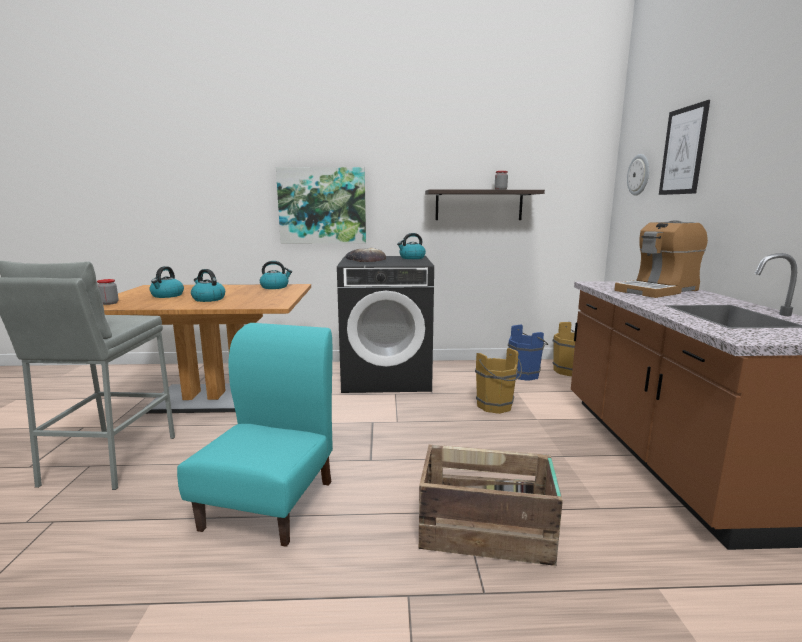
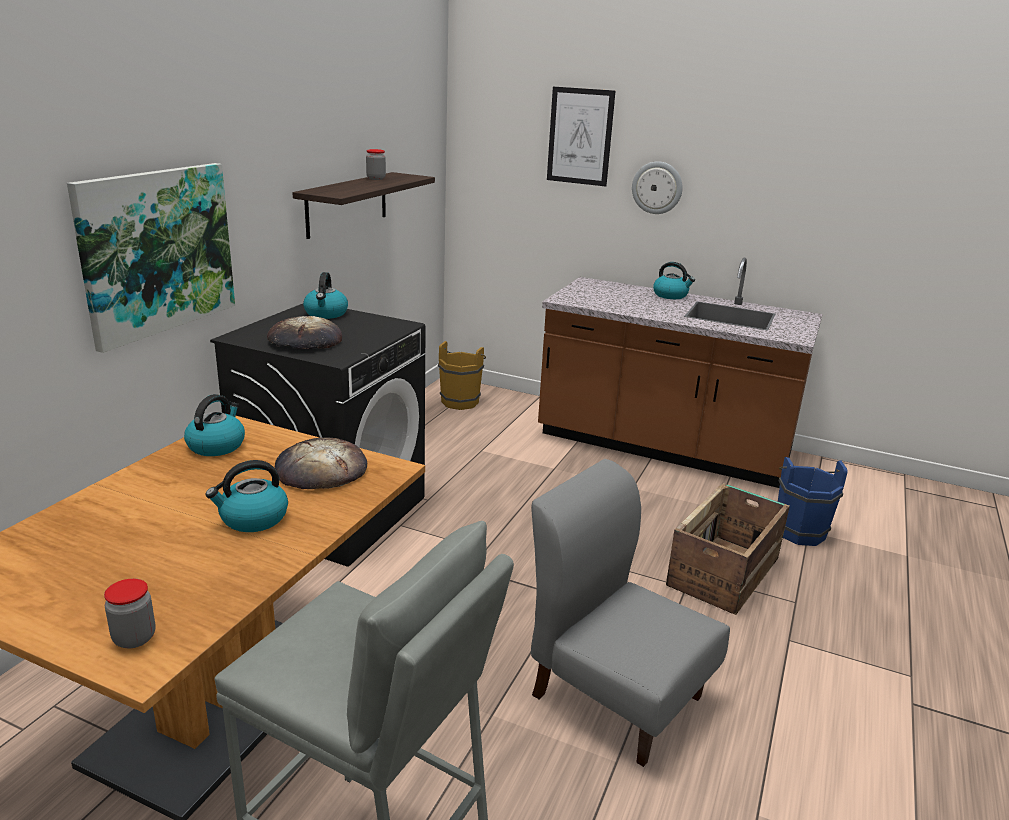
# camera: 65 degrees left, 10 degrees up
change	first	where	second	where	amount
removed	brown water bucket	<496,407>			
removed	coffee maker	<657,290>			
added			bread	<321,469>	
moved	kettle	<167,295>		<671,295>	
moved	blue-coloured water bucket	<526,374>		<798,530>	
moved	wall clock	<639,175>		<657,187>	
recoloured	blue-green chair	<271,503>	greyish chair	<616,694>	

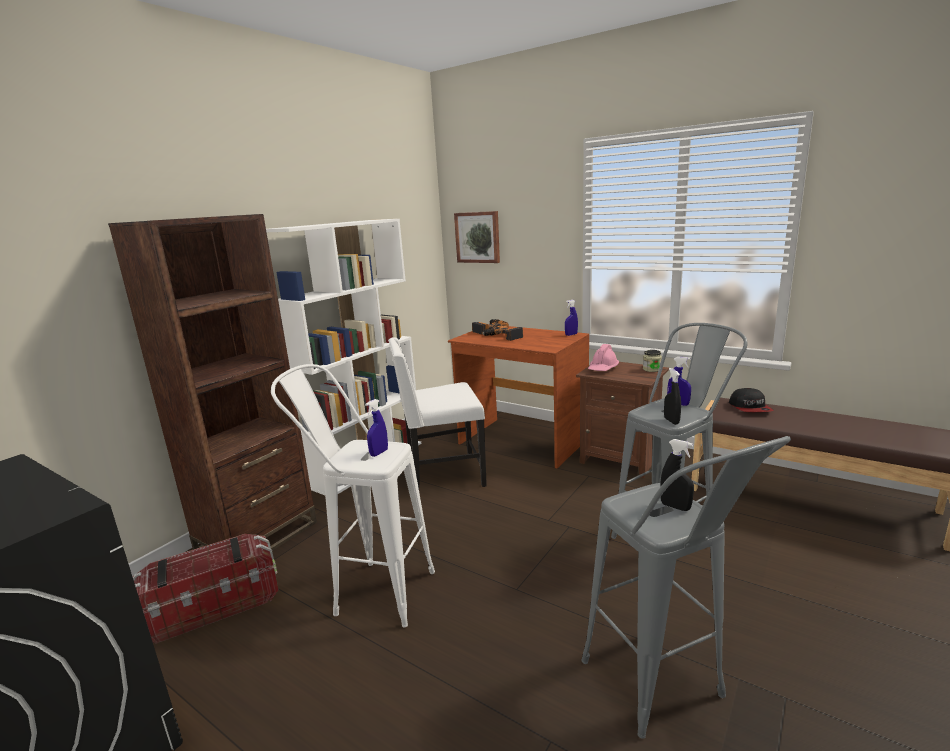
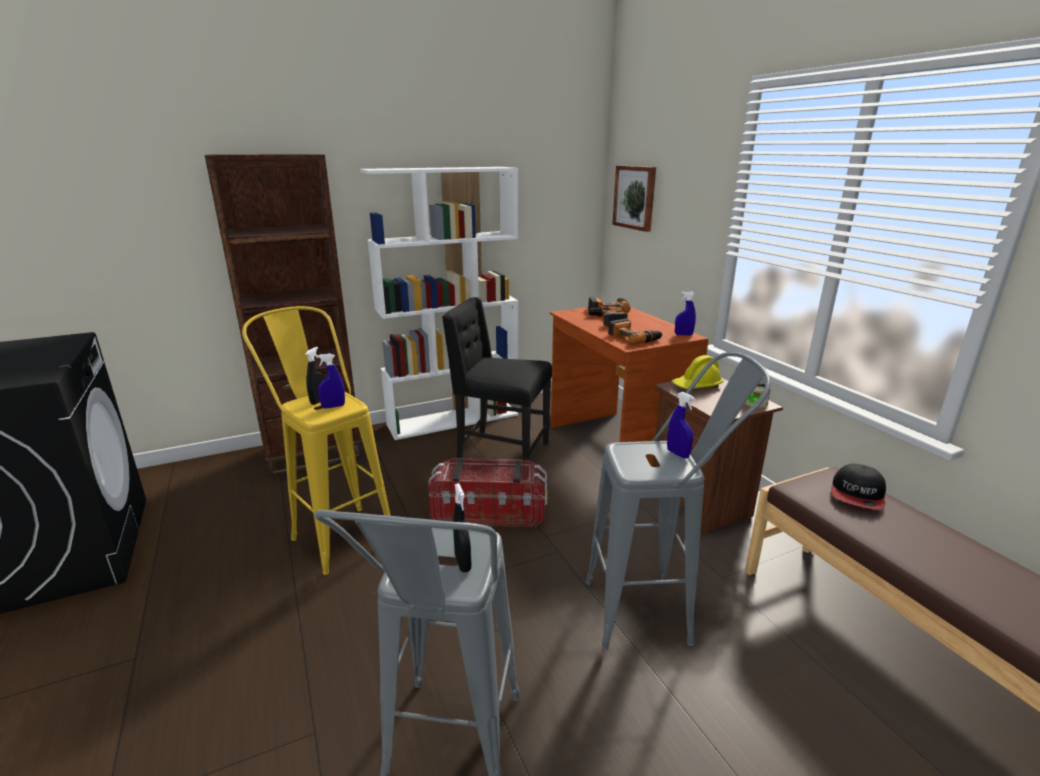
# camera: 30 degrees right, 5 degrees up
change	first	where	second	where	amount
added			electric drill	<634,337>	
moved	storage container	<212,606>		<489,511>	
moved	black-coloured hand sprayer	<671,421>		<319,401>	
recoloured	whitish stool seat	<371,590>	yellow stool seat	<336,532>	
recoloured	whitish chair	<443,476>	black-coloured chair	<500,454>	
recoloured	pinkish safety helmet	<603,369>	yellow safety helmet	<696,386>	

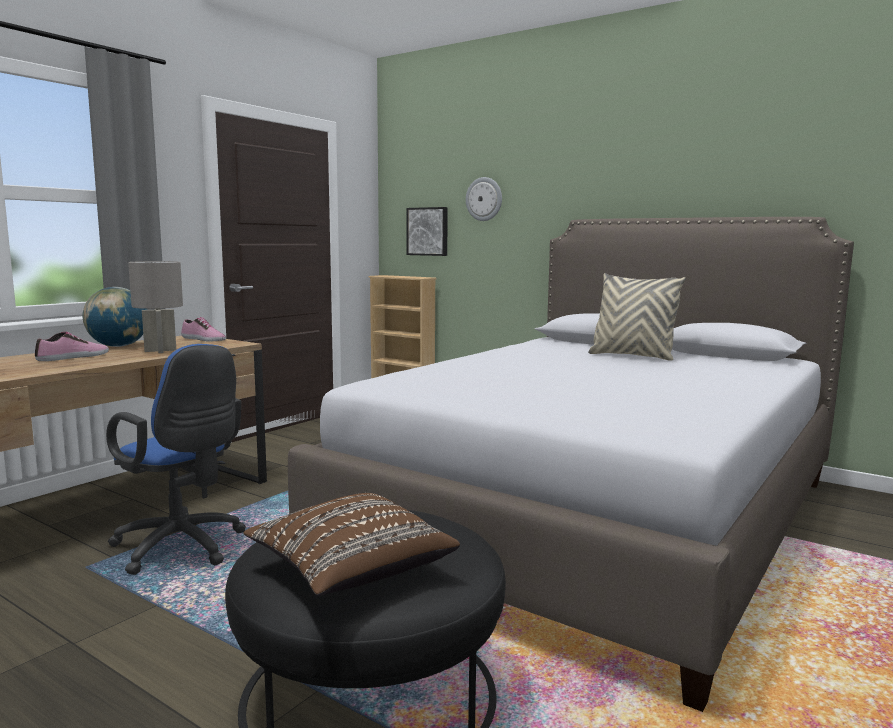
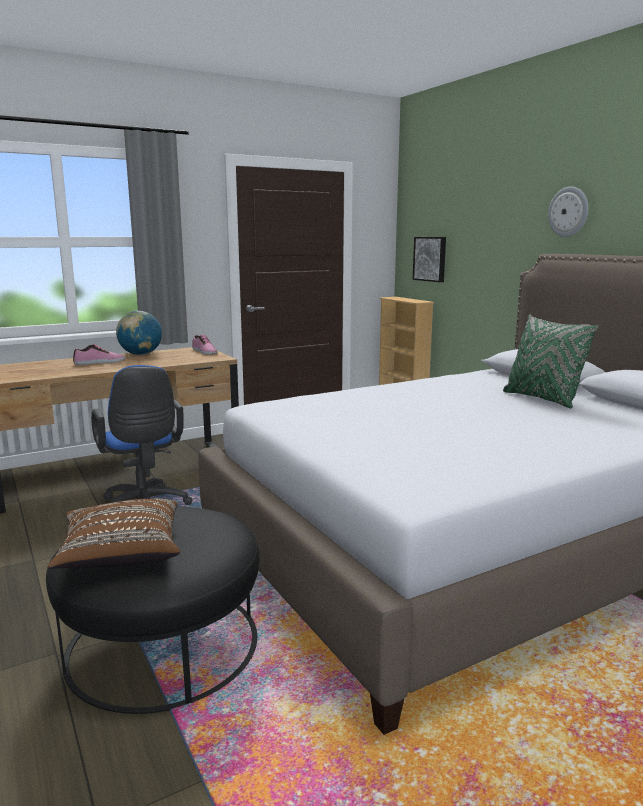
# camera: 25 degrees right, 5 degrees up
change	first	where	second	where	amount
removed	greyish tabletop lamp	<161,350>			
moved	wall clock	<484,199>		<568,212>	
recoloured	beige-coloured pillow	<632,356>	green pillow	<542,399>	

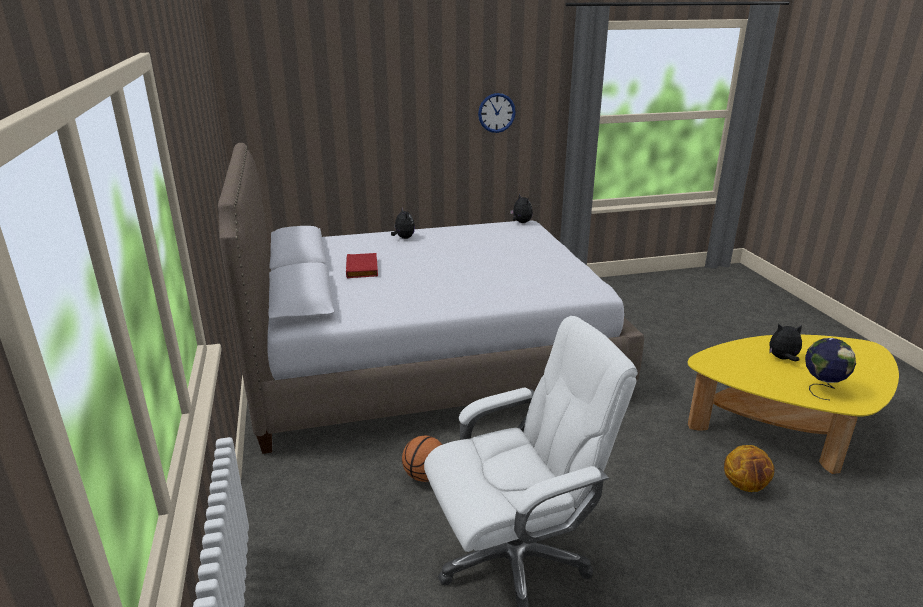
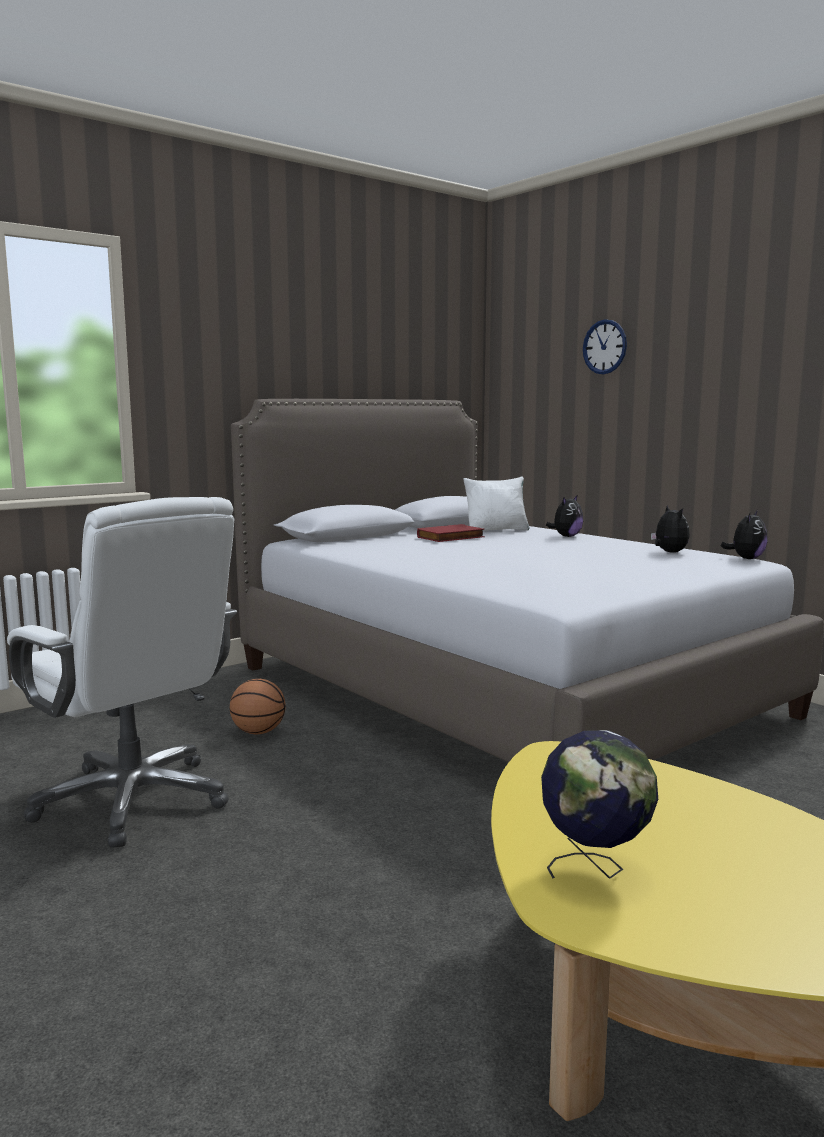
# camera: 65 degrees right, 15 degrees down
change	first	where	second	where	amount
removed	ball for basketball	<745,486>			
added			whitish pillow	<497,530>	
moved	wall clock	<496,113>		<604,347>	
moved	cuddly toy	<782,359>		<669,552>	

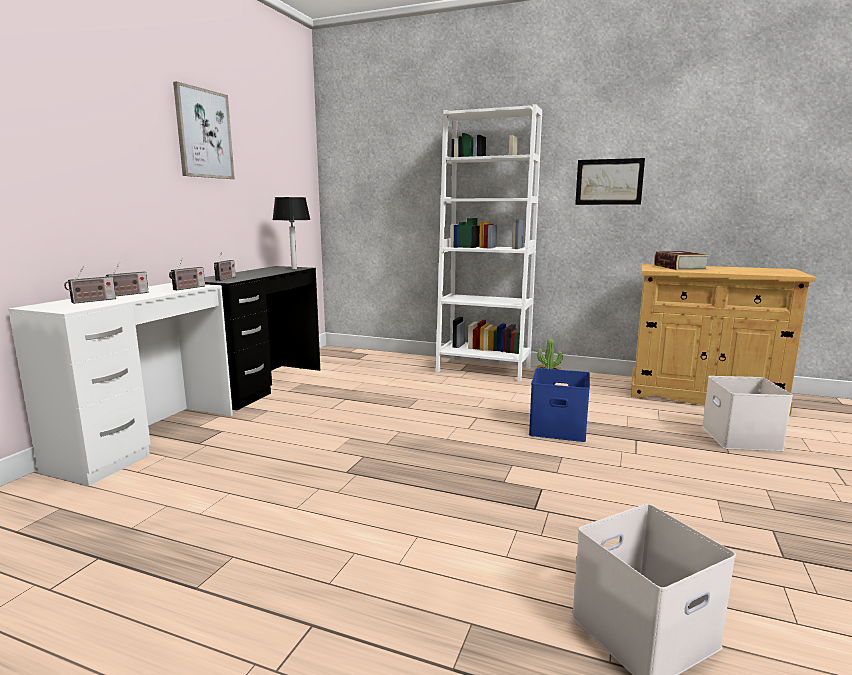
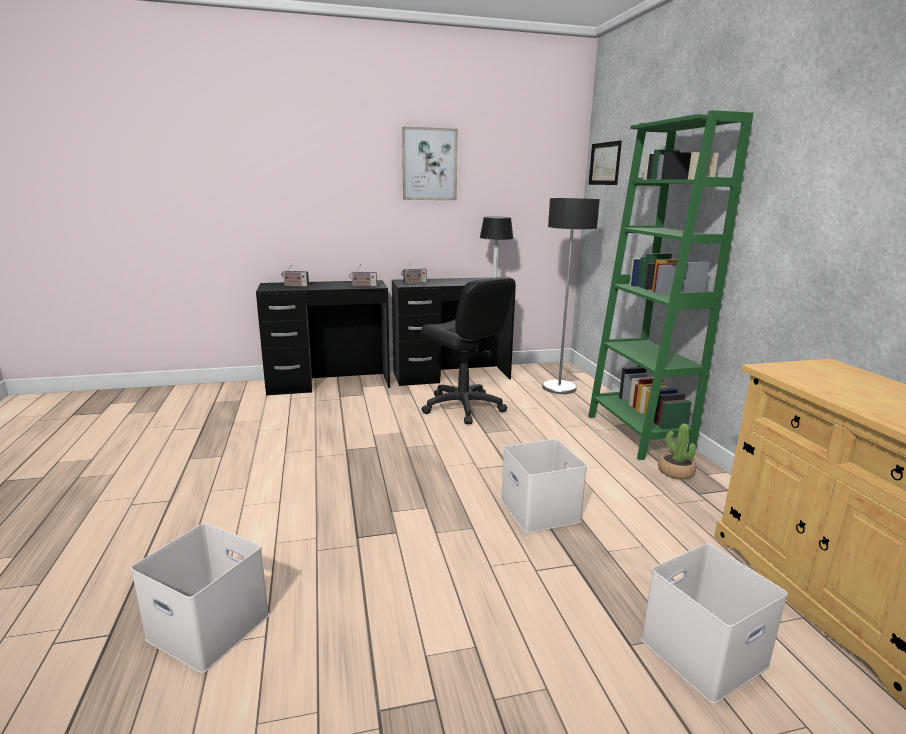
# camera: 55 degrees right, 5 degrees up
change	first	where	second	where	amount
removed	radio set	<127,294>			
removed	volume	<679,267>			
added			black-coloured office chair	<463,407>	
added			standard lamp	<559,388>	
moved	wall picture	<609,182>		<605,163>	
recoloured	whitish desk unit	<147,440>	black-coloured desk unit	<329,384>	
recoloured	whitish bookshelf	<483,369>	green bookshelf	<638,434>	
recoloured	blue-coloured storage container	<559,428>	whitish storage container	<541,511>	

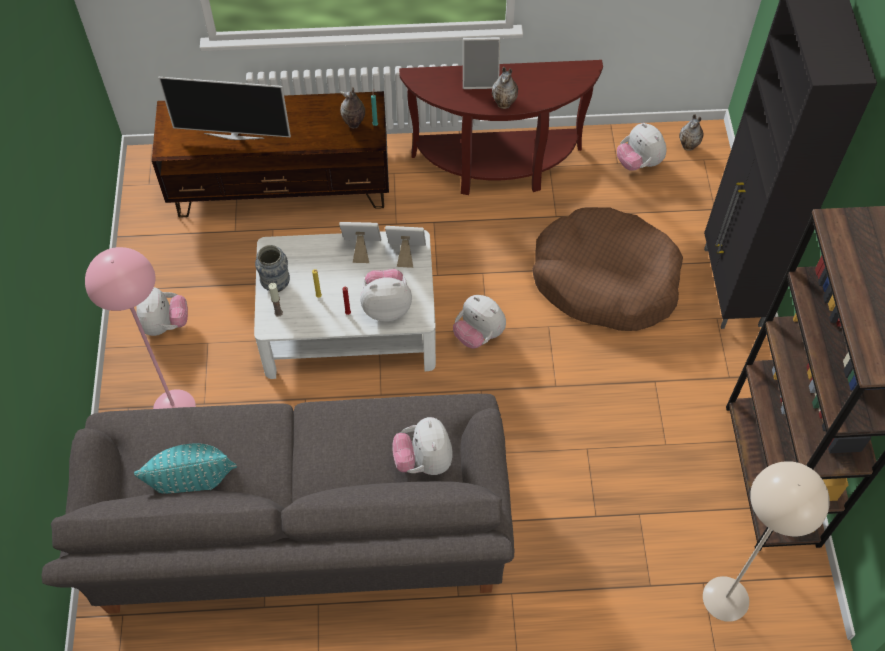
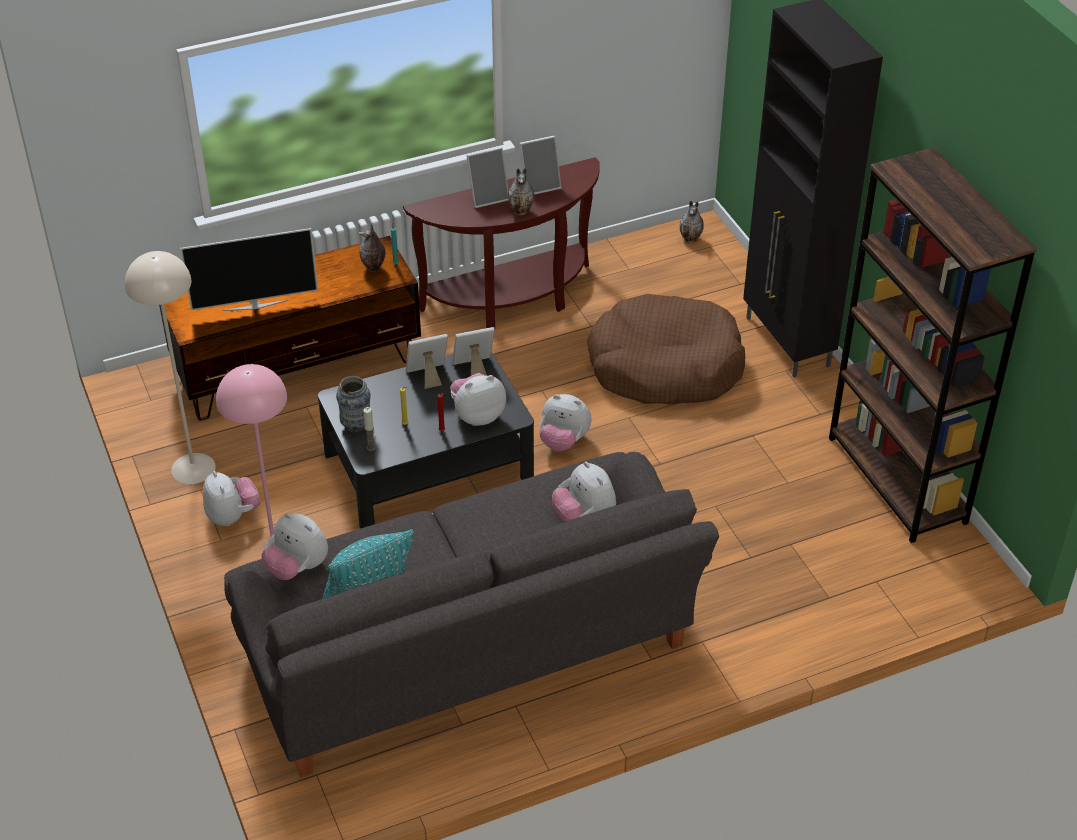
# camera: 20 degrees left, 15 degrees down
change	first	where	second	where	amount
added			photo frame	<540,185>	
moved	cuddly toy	<638,163>		<297,568>	
moved	beige-coloured standard lamp	<725,598>		<193,468>	
recoloured	whitish low table	<349,324>	black-coloured low table	<428,466>	

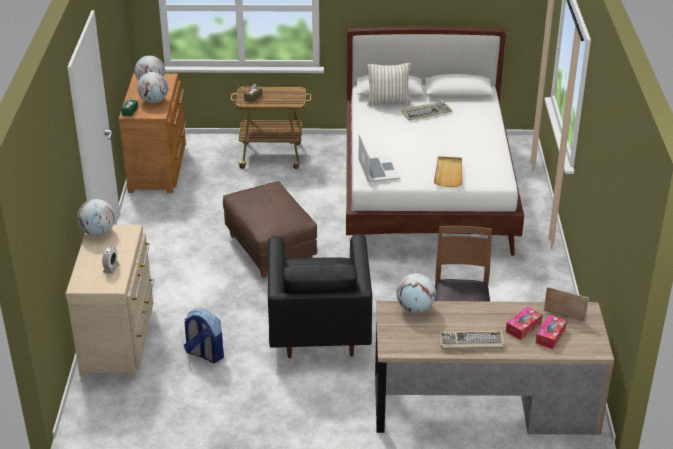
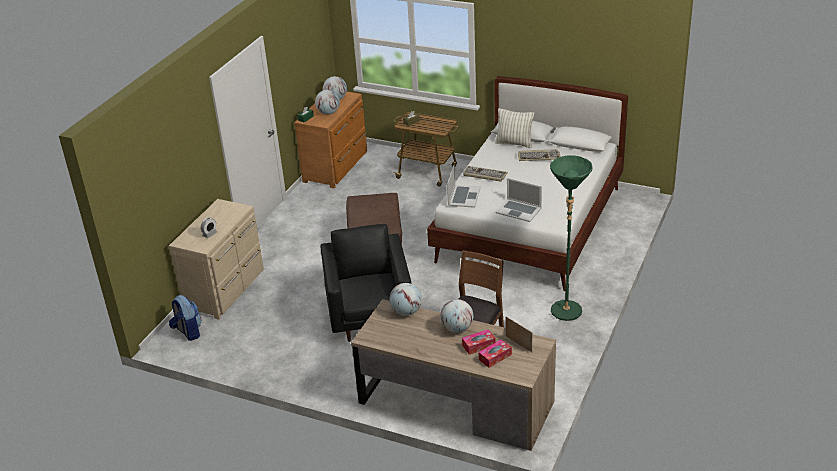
# camera: 25 degrees right, 0 degrees up
change	first	where	second	where	amount
added			green standard lamp	<566,315>	
moved	desk globe	<98,232>		<457,328>	
moved	rucksack	<204,354>		<188,332>	
moved	computer keyboard	<471,342>		<484,175>	
replaced	beige-coloured serving tray	<448,173>	notebook computer	<518,210>	
turned	black-coloured lounge chair	<318,329>		<370,315>	150 degrees clockwise

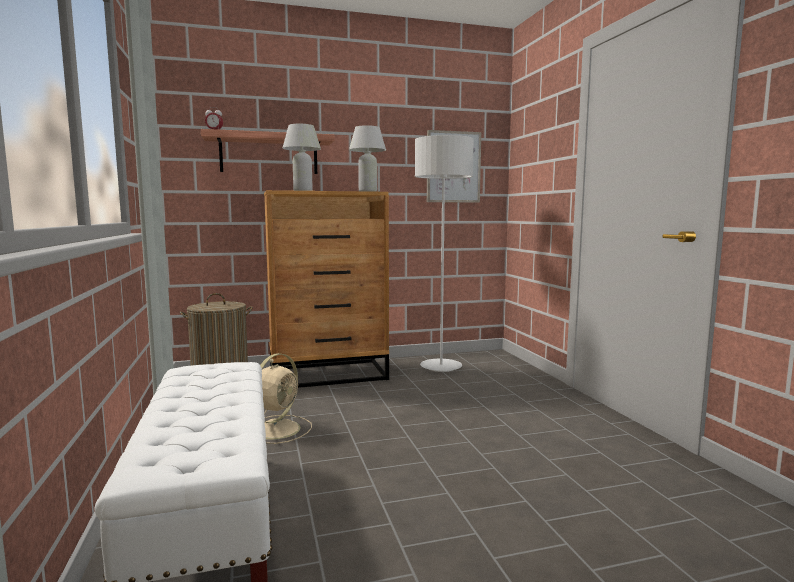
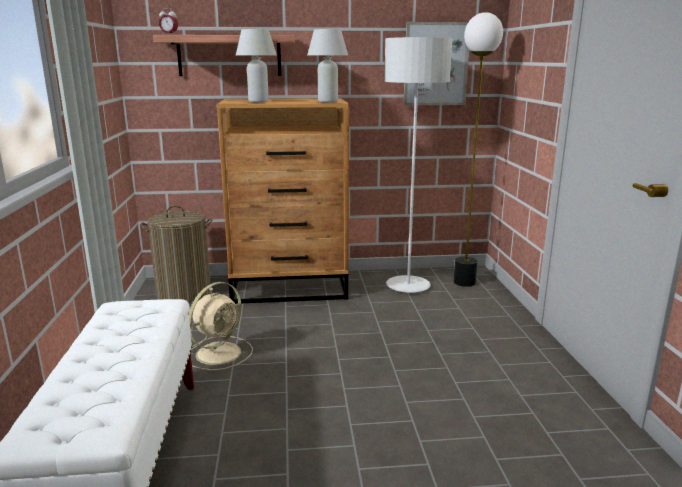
# camera: 10 degrees right, 10 degrees up
change	first	where	second	where	amount
added			standard lamp	<465,282>	

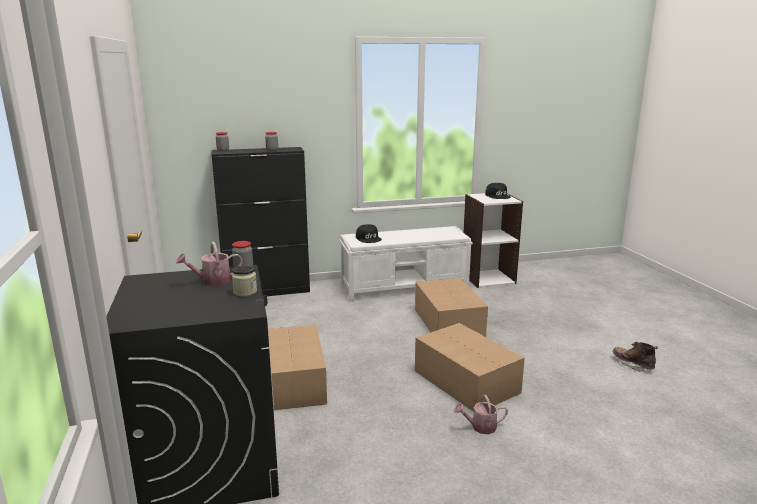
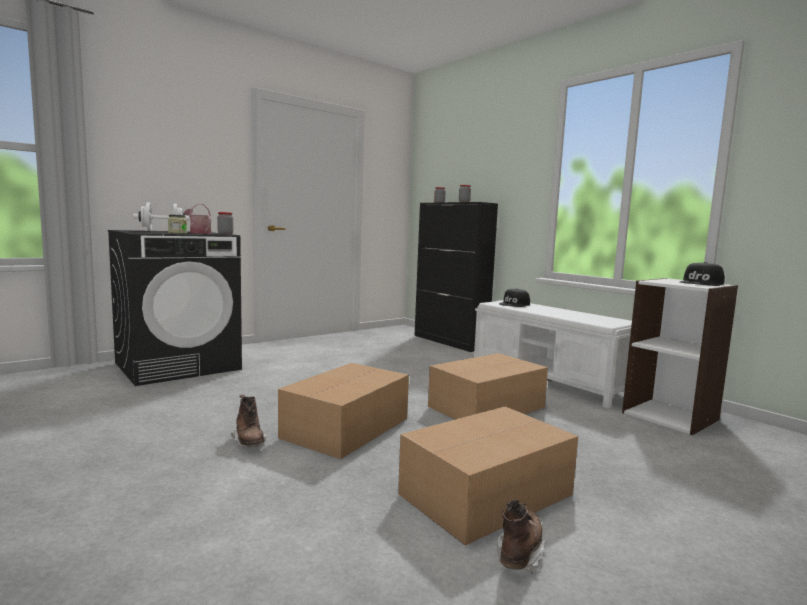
# camera: 65 degrees right, 10 degrees down
change	first	where	second	where	amount
added			whitish free weight	<163,231>	
moved	carton	<292,381>		<488,494>	
replaced	watering pot	<480,427>	brown high-top boot	<249,442>	

